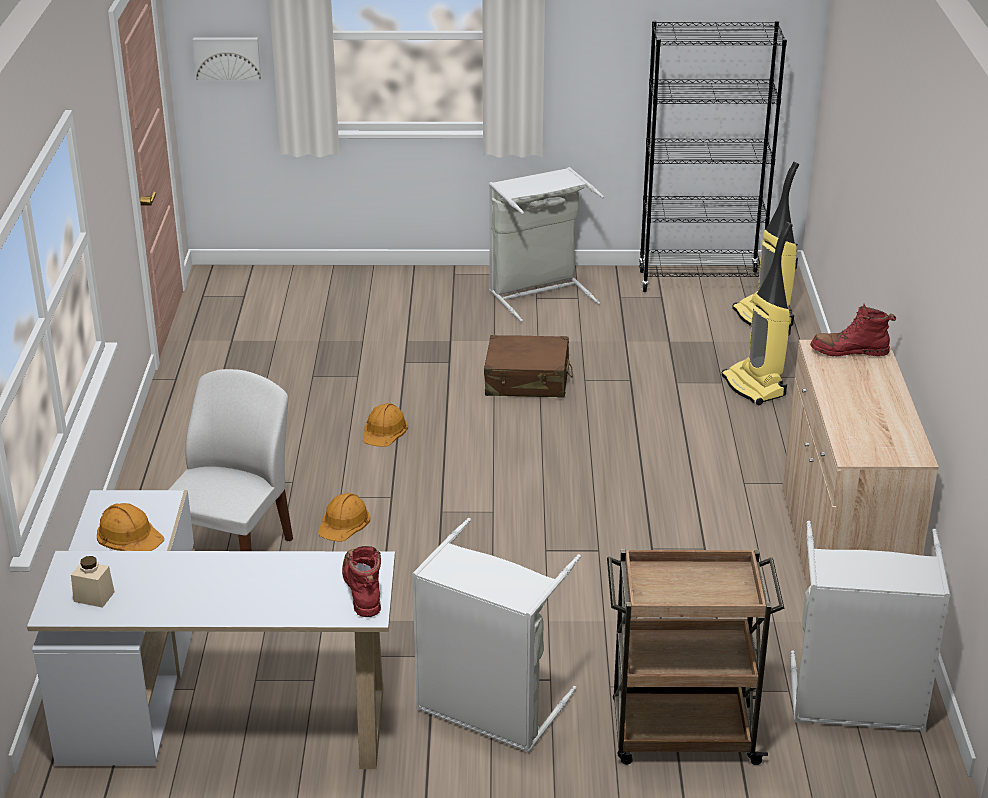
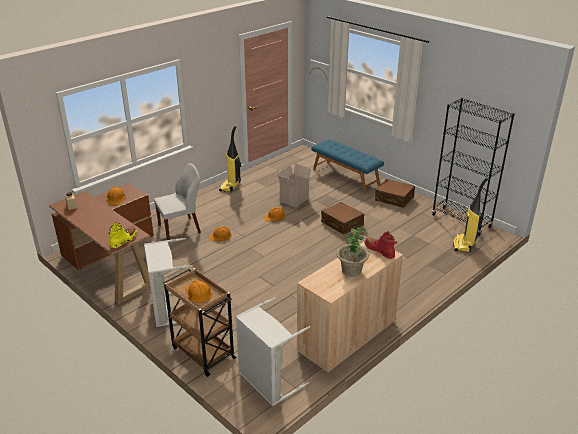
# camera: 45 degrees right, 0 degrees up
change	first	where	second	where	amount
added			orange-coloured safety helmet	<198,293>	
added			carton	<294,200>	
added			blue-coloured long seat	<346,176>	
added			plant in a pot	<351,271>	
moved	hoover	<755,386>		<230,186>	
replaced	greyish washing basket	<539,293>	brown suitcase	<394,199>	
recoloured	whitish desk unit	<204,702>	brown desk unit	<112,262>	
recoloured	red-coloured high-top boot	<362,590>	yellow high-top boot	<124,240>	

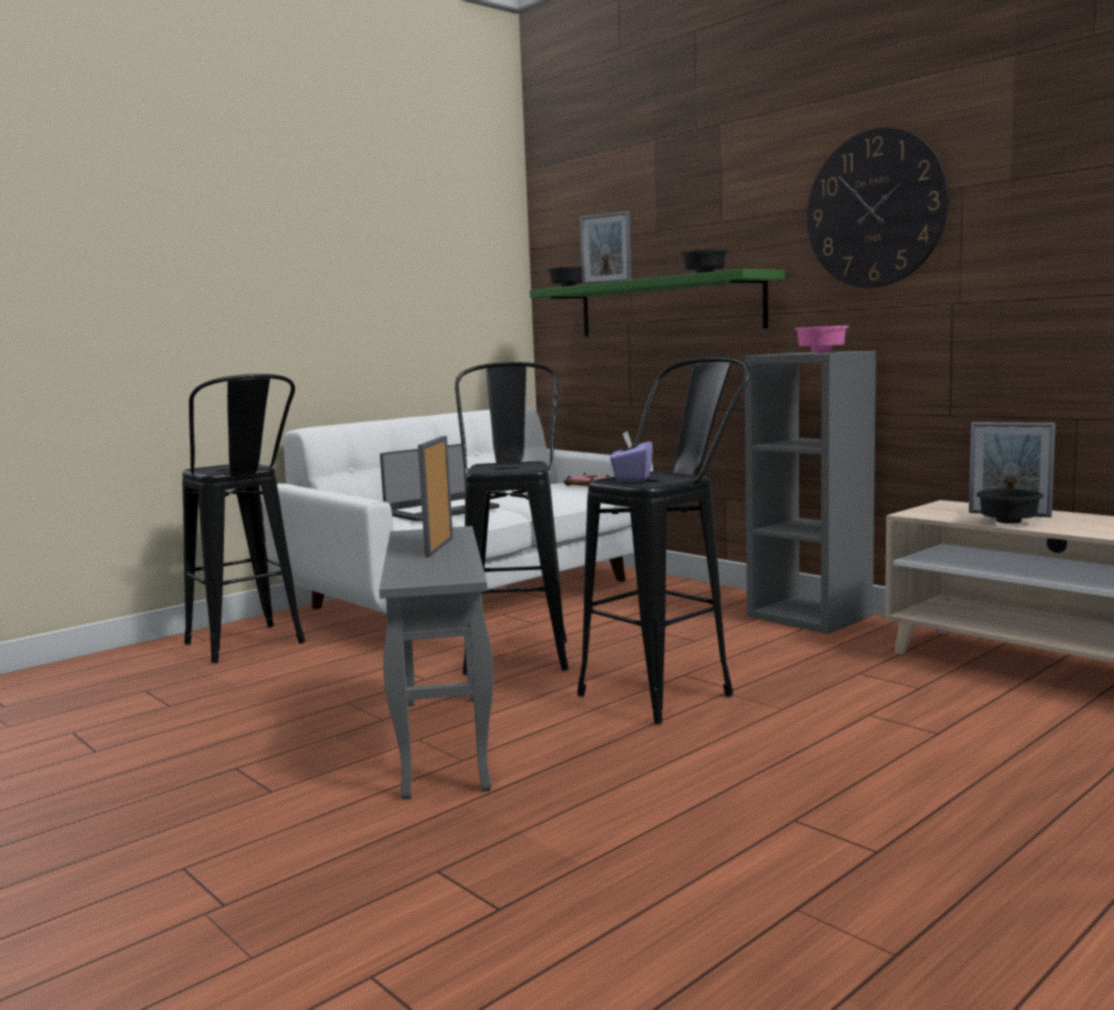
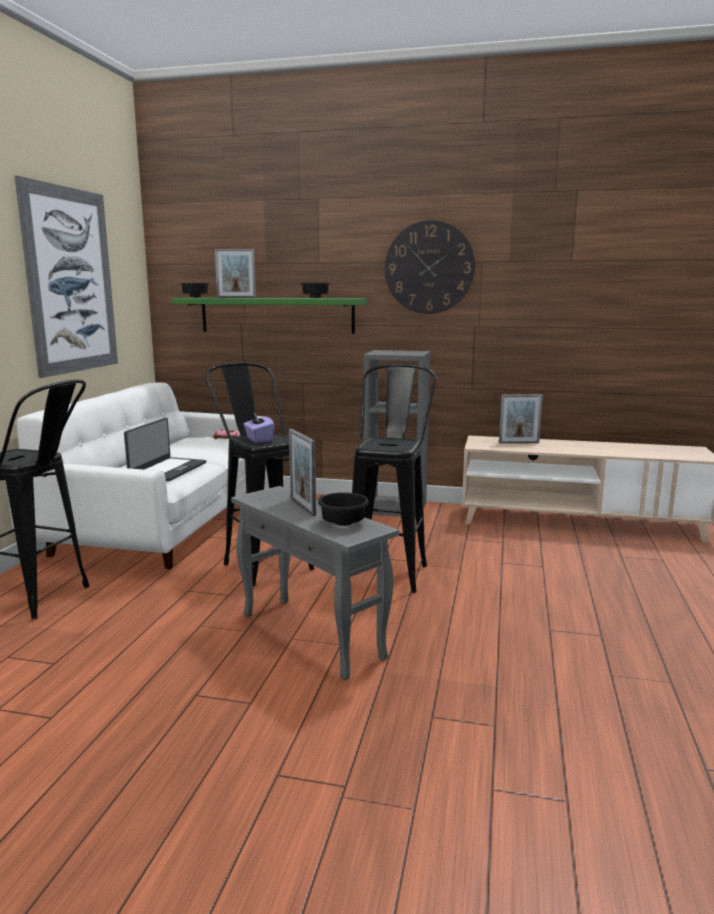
# camera: 35 degrees left, 5 degrees up
change	first	where	second	where	amount
removed	pinkish deep dish	<822,353>			
added			wall picture	<71,281>	
moved	purplish box of tissues	<632,478>		<259,439>	
moved	black-coloured deep dish	<1010,523>		<344,523>	

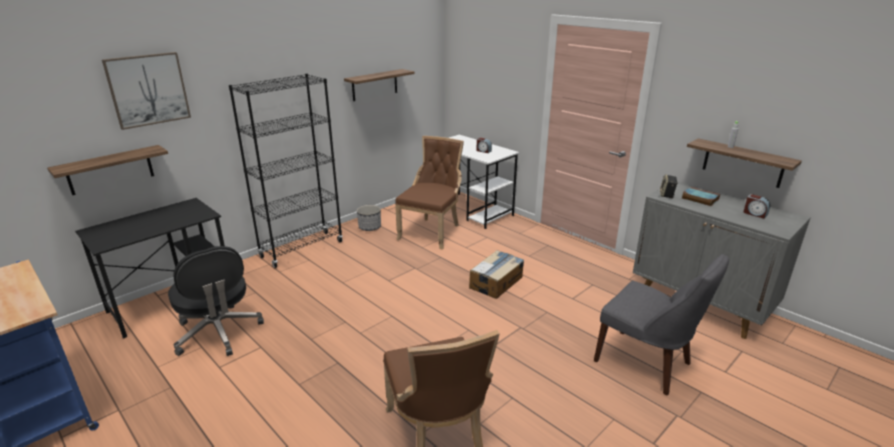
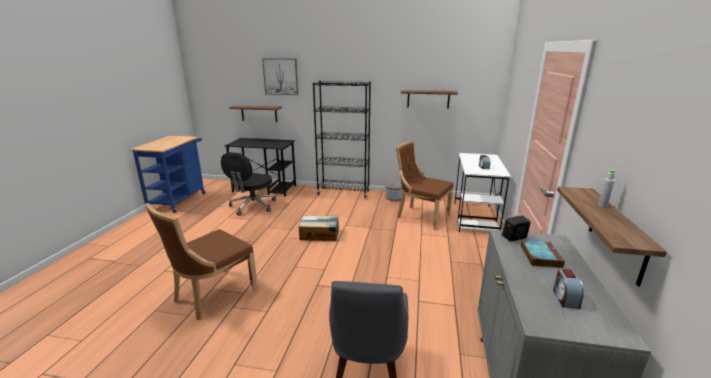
# camera: 55 degrees right, 5 degrees down
change	first	where	second	where	amount
moved	carton	<496,282>		<319,234>	
turned	brown chair	<432,232>		<421,216>	135 degrees counterclockwise

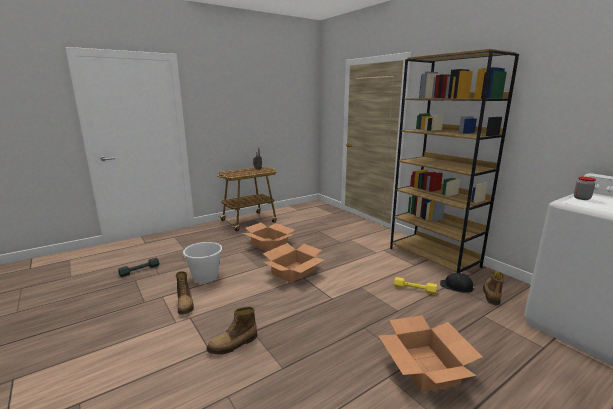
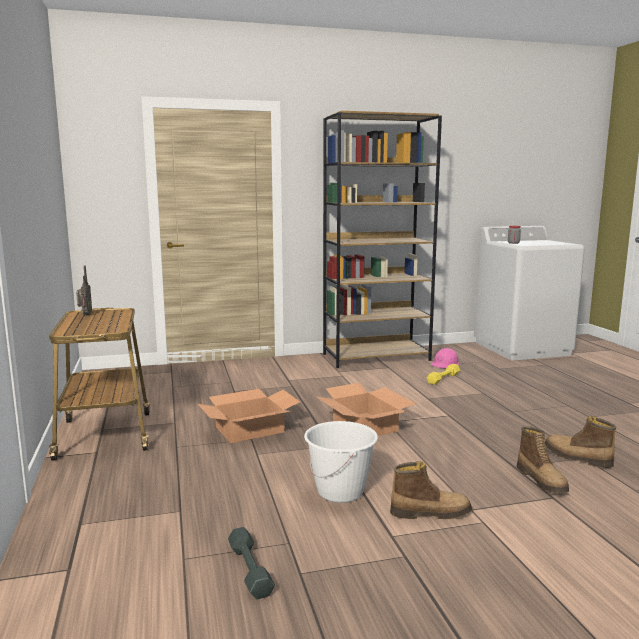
# camera: 70 degrees left, 5 degrees down
change	first	where	second	where	amount
removed	carton	<425,367>			
moved	high-top boot	<491,294>		<577,458>	
recoloured	black-coloured safety helmet	<457,287>	pinkish safety helmet	<445,364>	

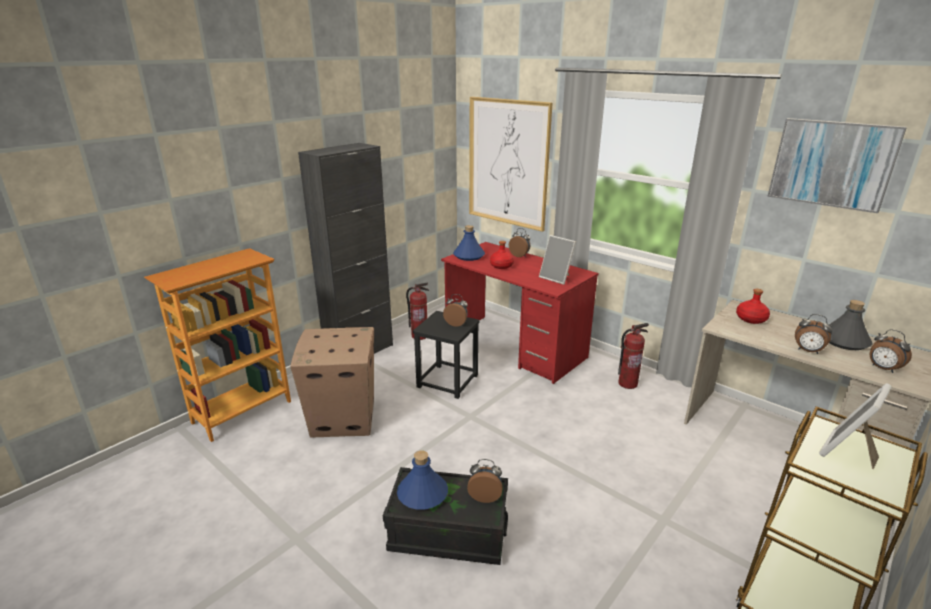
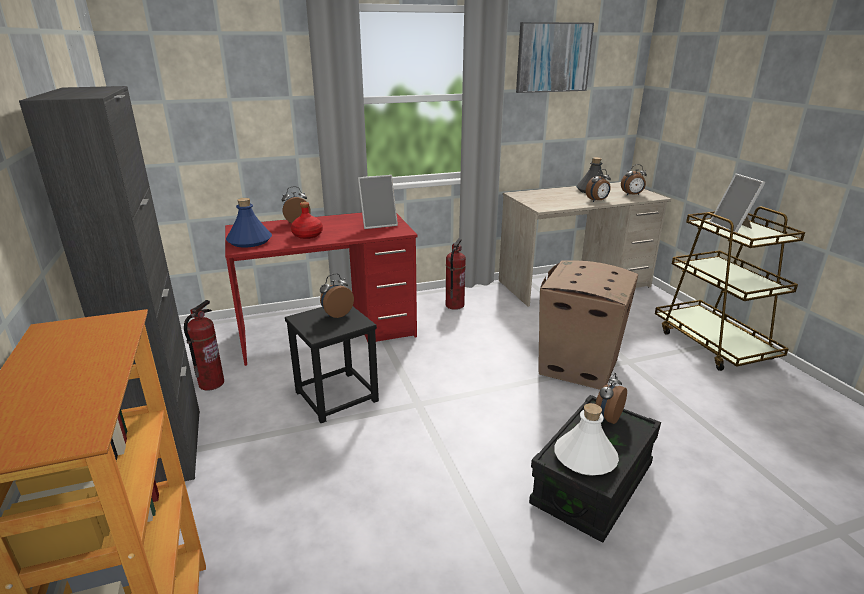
# camera: 60 degrees left, 0 degrees up
change	first	where	second	where	amount
removed	wall picture	<508,163>			
removed	red-coloured drink bottle	<751,319>			
moved	carton	<342,418>		<578,367>	
recoloured	blue-coloured drink bottle	<422,494>	whitish drink bottle	<585,458>	

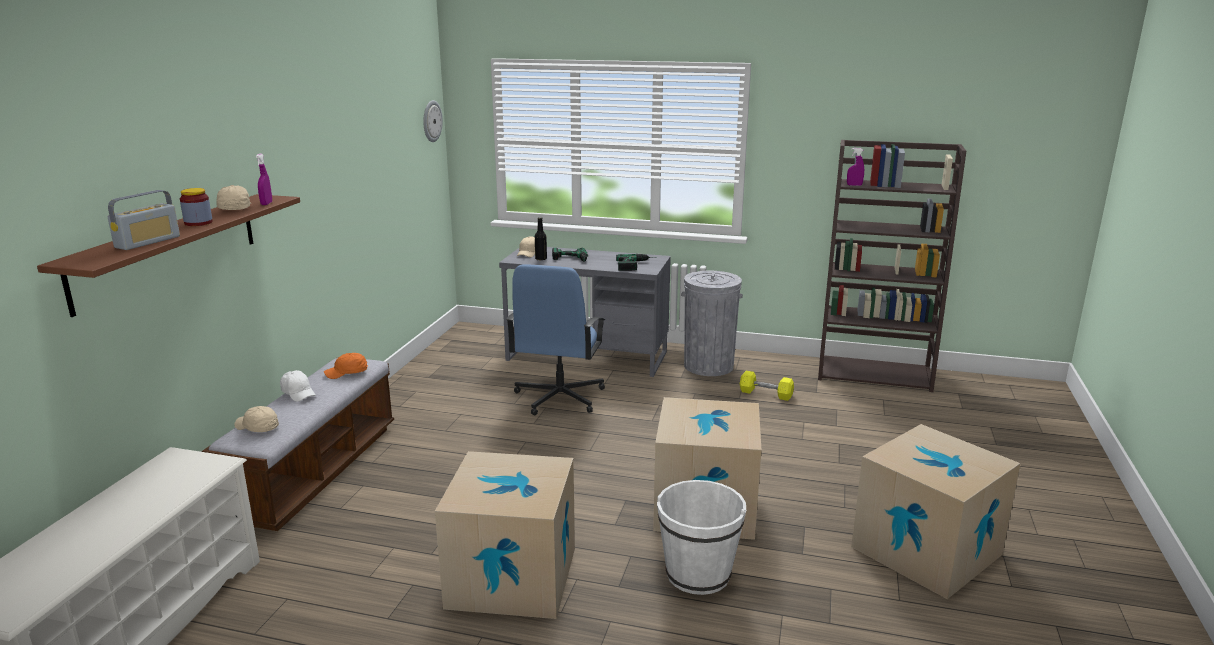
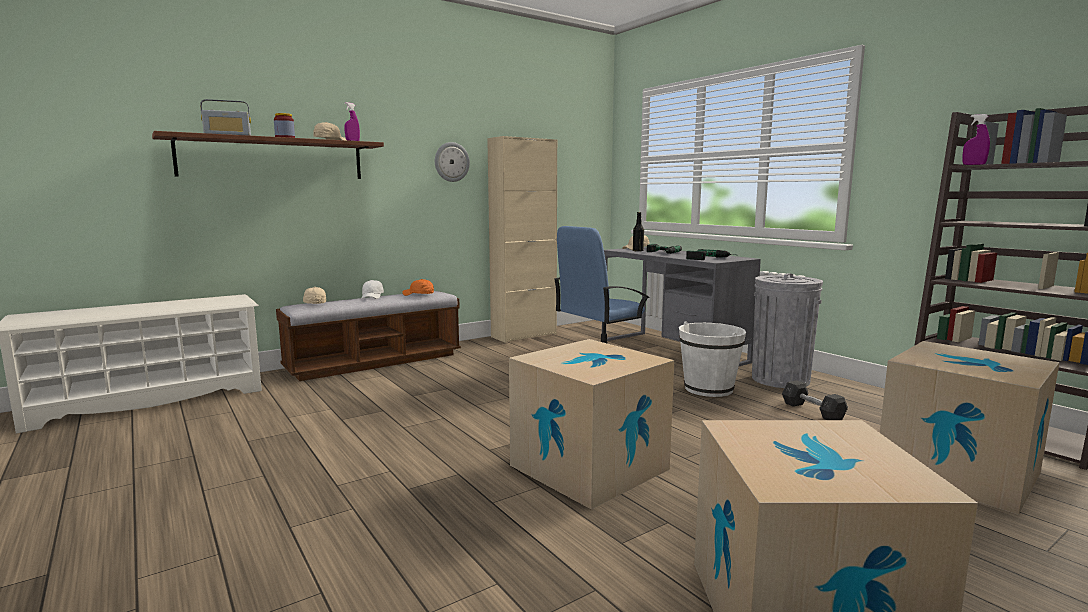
# camera: 40 degrees right, 10 degrees down
change	first	where	second	where	amount
added			beige-coloured storage cabinet	<524,335>	
moved	wall clock	<431,121>		<451,162>	
moved	carton	<512,577>		<957,471>	
moved	whitish water bucket	<698,574>		<708,389>	
recoloured	yellow free weight	<766,394>	greyish free weight	<812,411>	

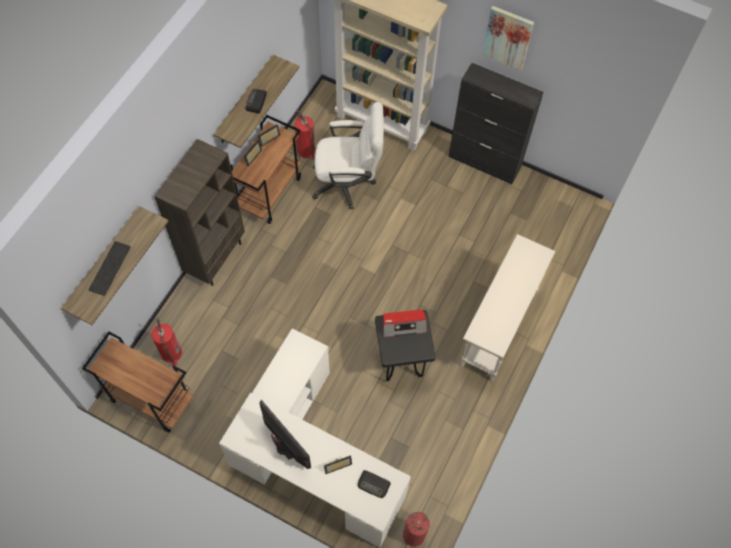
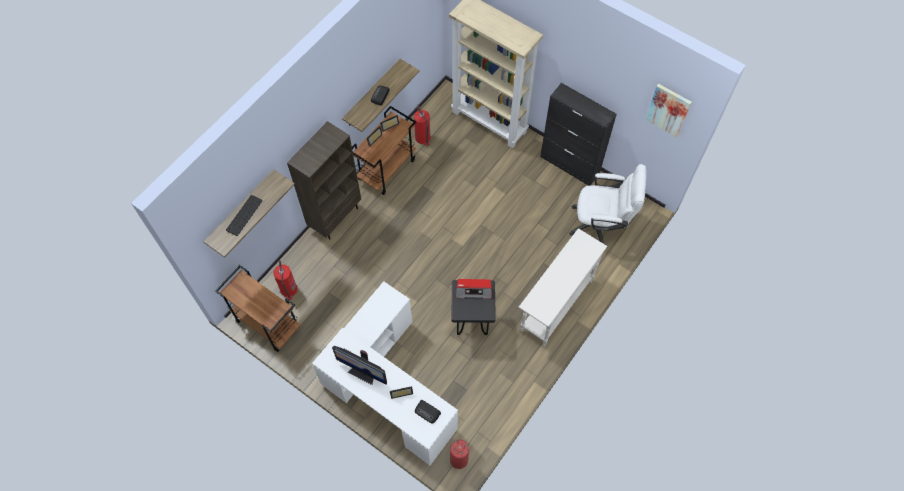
# camera: 10 degrees right, 0 degrees up
change	first	where	second	where	amount
moved	whitish office chair	<348,183>		<601,224>	
moved	wall picture	<507,37>		<668,109>	
turned	monitor	<285,446>		<363,372>	150 degrees clockwise

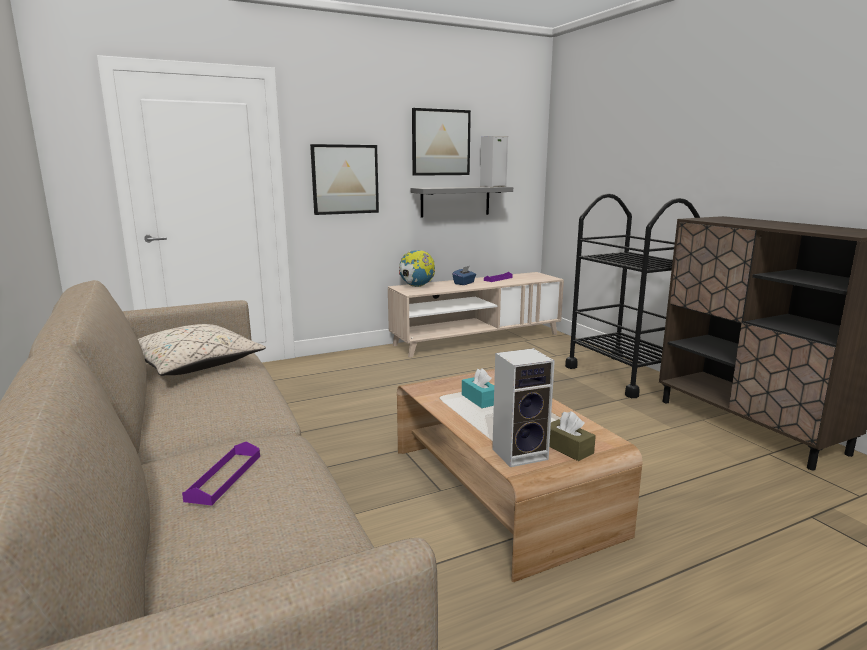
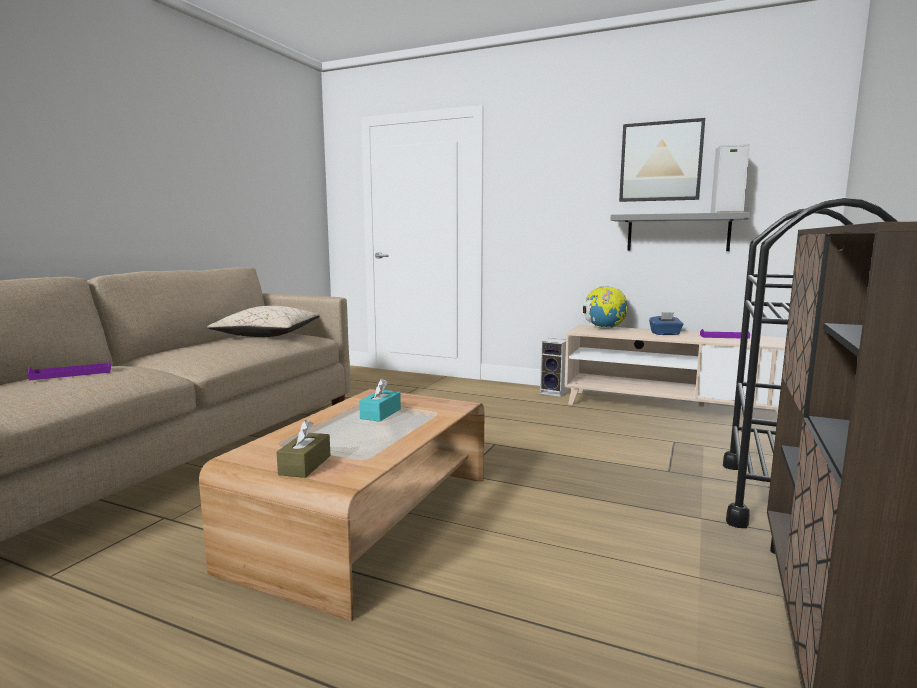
# camera: 50 degrees right, 5 degrees down
change	first	where	second	where	amount
removed	wall picture	<345,179>			
moved	speaker	<521,453>		<554,392>	

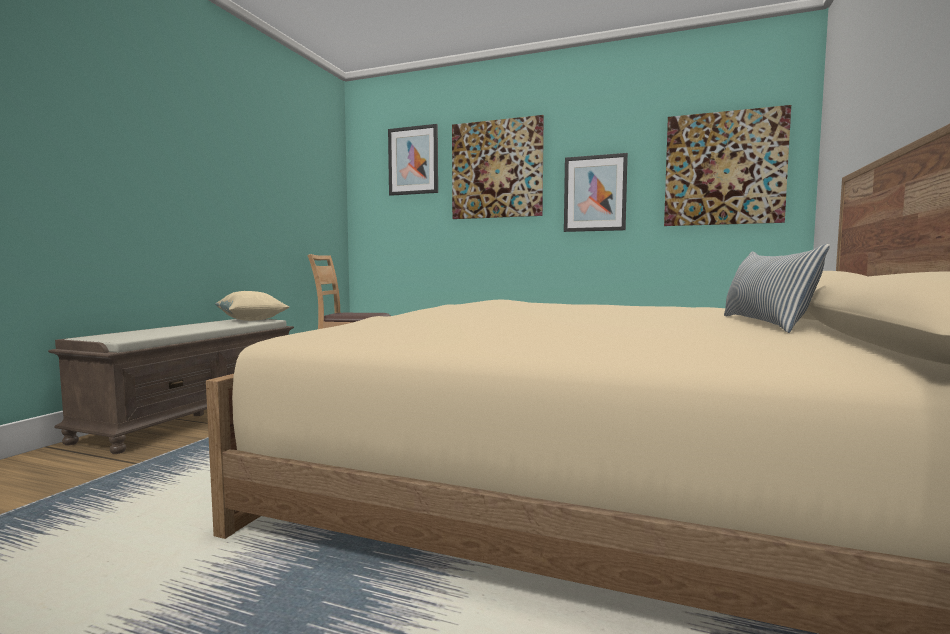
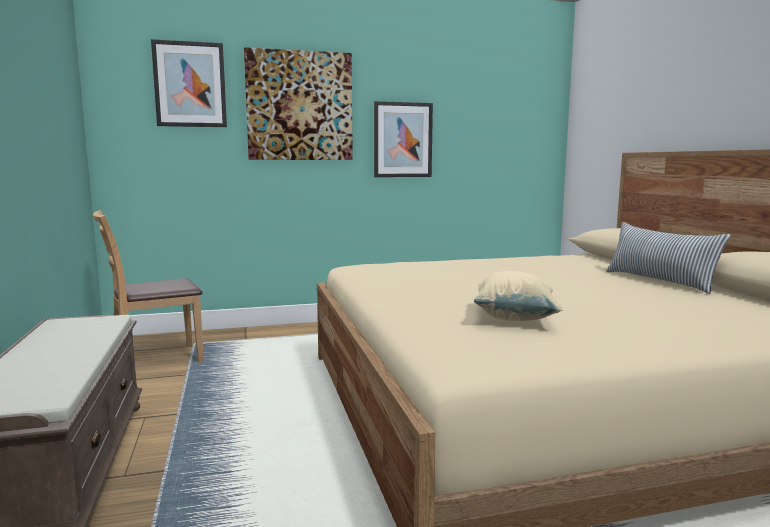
# camera: 35 degrees left, 5 degrees up
change	first	where	second	where	amount
removed	wall picture	<724,169>			
moved	beige-coloured pillow	<251,320>		<514,318>	

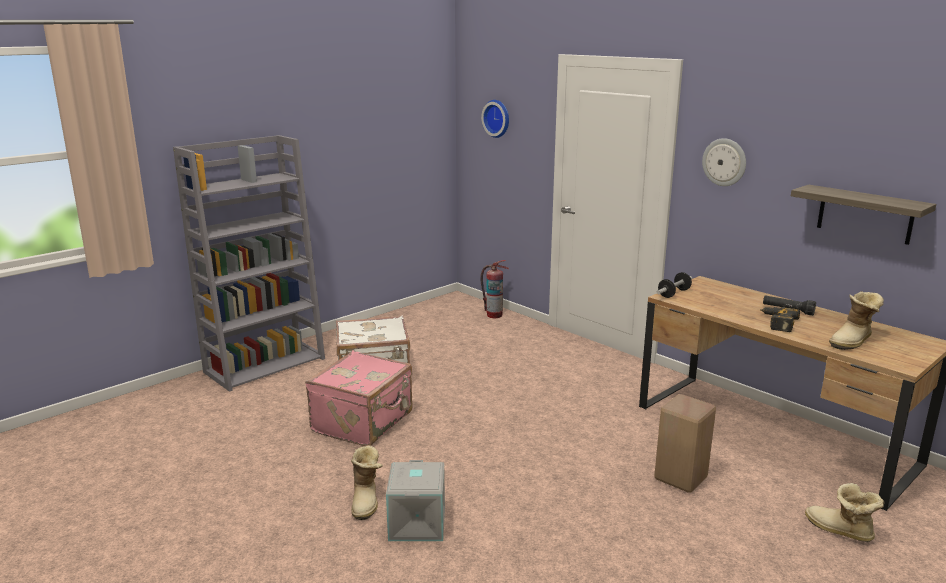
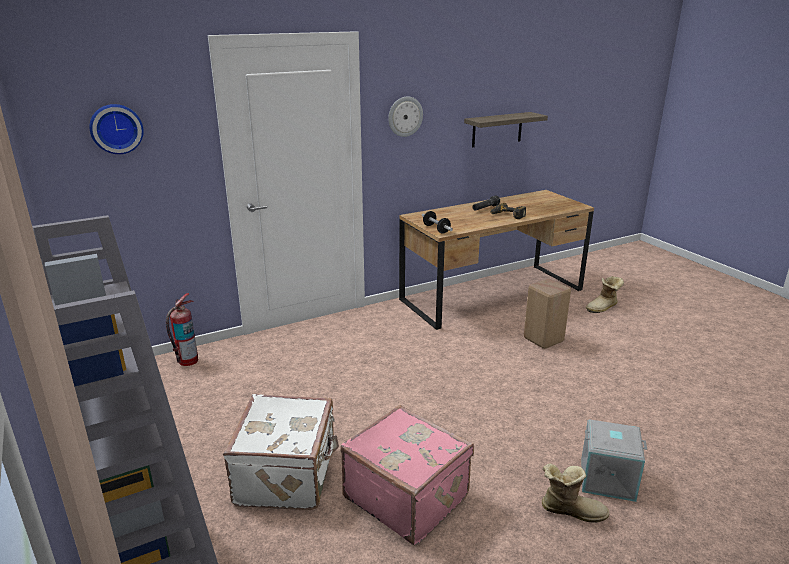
# camera: 75 degrees left, 5 degrees up
change	first	where	second	where	amount
removed	high-top boot	<853,342>			

